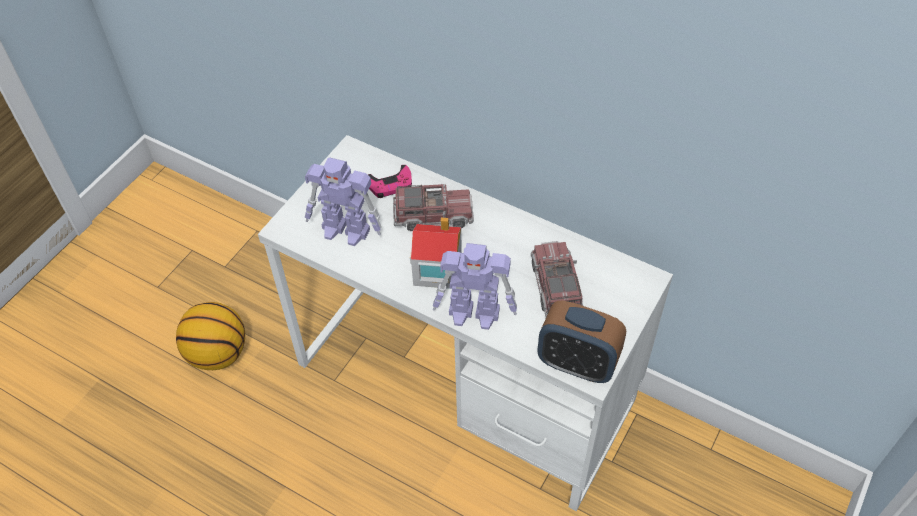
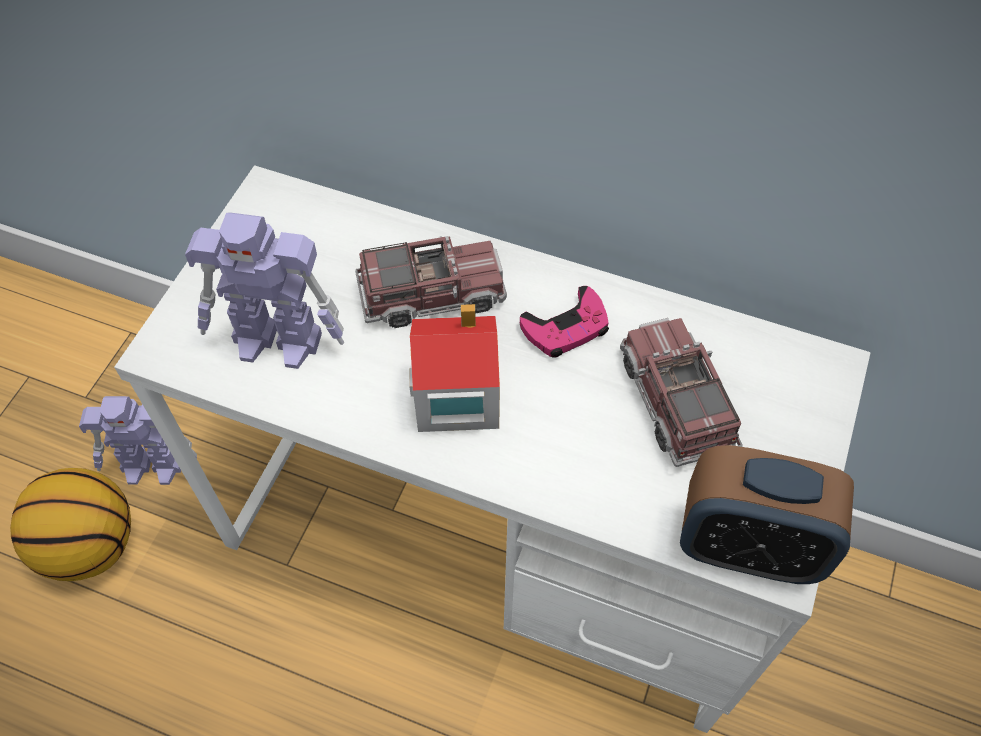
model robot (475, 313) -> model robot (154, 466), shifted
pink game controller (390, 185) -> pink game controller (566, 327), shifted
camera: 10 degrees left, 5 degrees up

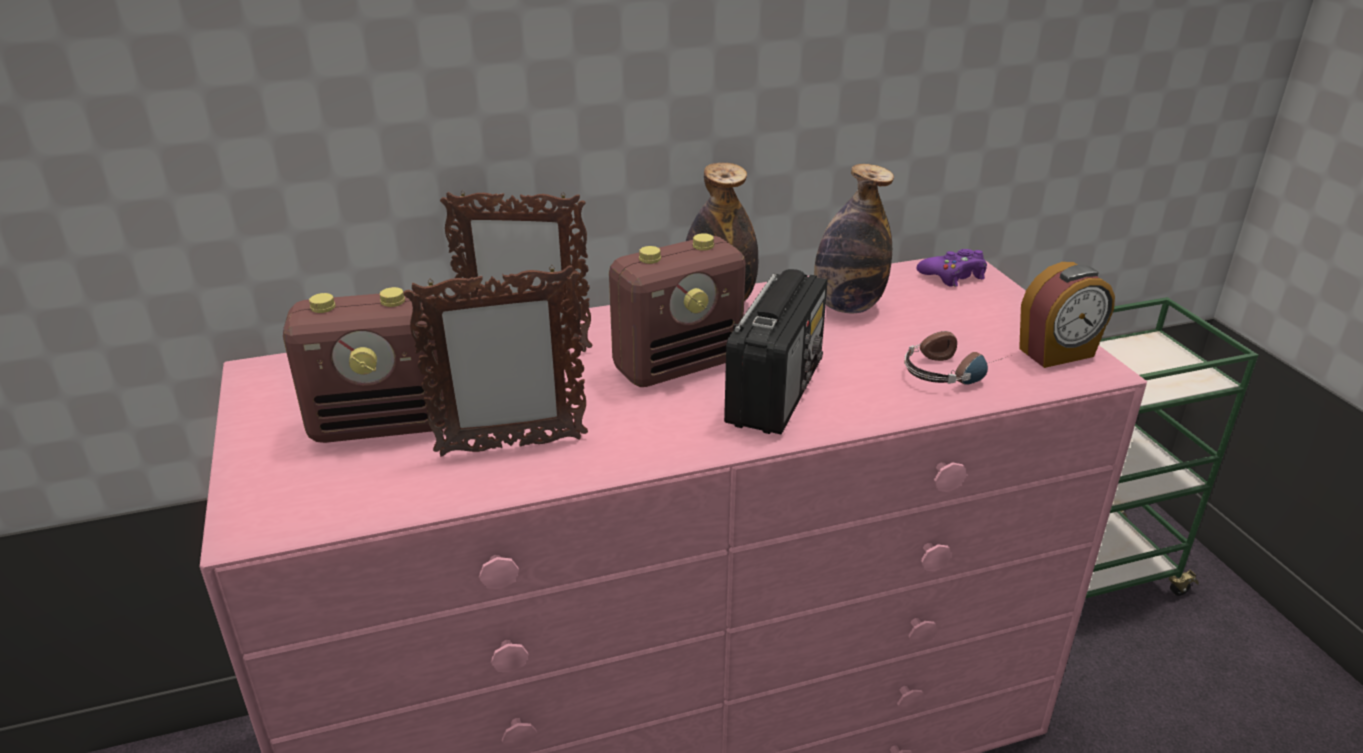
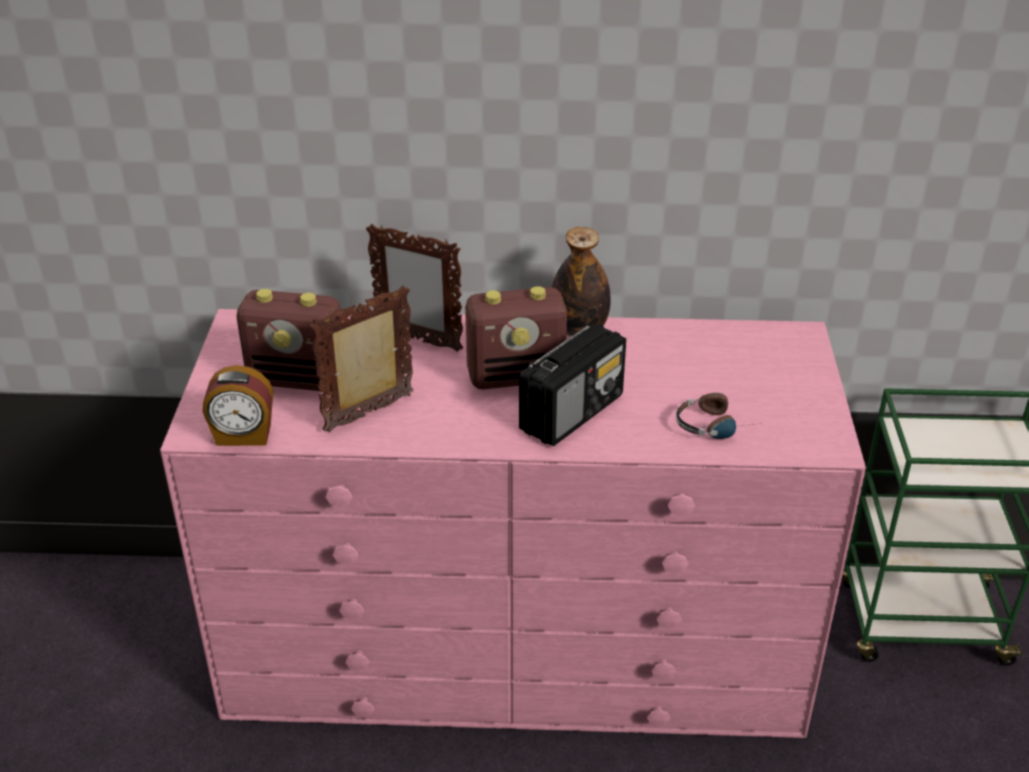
table clock (1057, 353) -> table clock (243, 436), shifted
picture frame (510, 446) -> picture frame (370, 413), 135 degrees clockwise
beverage bottle (847, 306) -> none
purple-coloured game controller (953, 275) -> none
camera: 20 degrees right, 5 degrees up

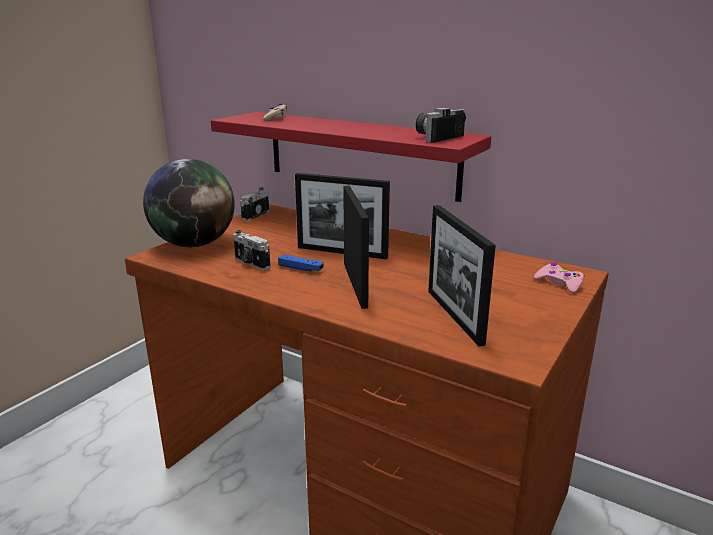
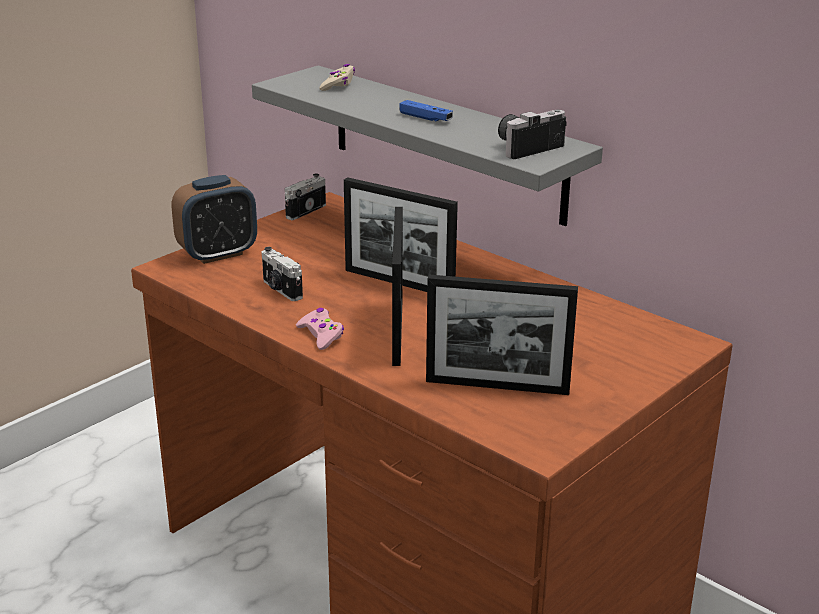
globe (194, 244) -> table clock (218, 254)
reddish bracket shelf (360, 154) -> grey bracket shelf (446, 143)
pink game controller (559, 283) -> pink game controller (321, 335), shifted
blue game controller (301, 269) -> blue game controller (425, 118), shifted
picture frame (454, 316) -> picture frame (497, 386), 75 degrees counterclockwise
camera: 10 degrees right, 5 degrees up

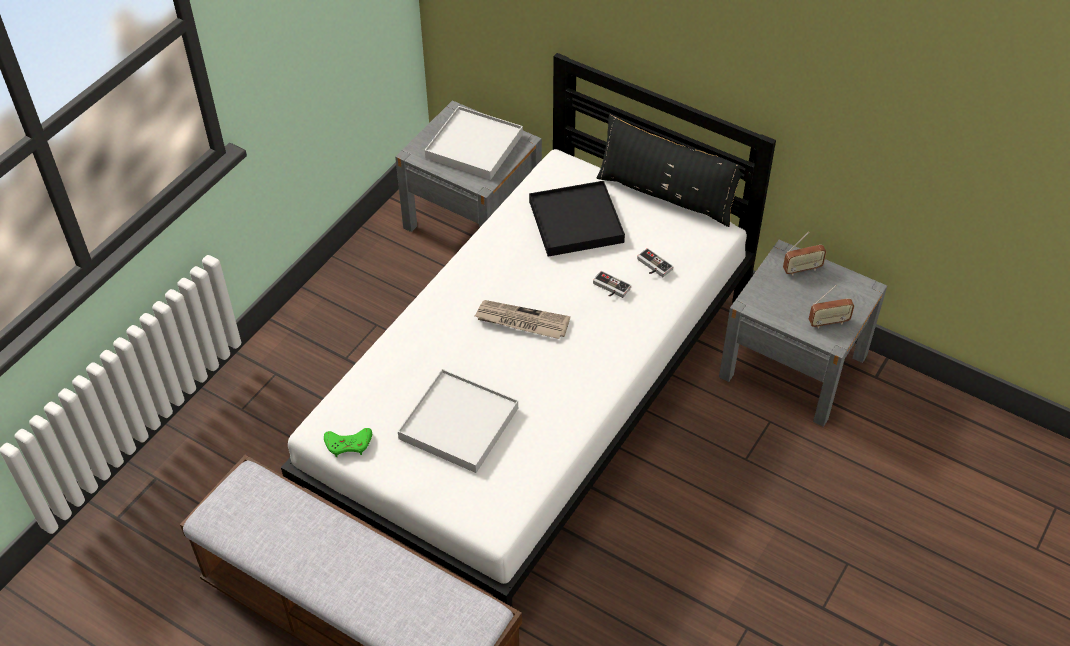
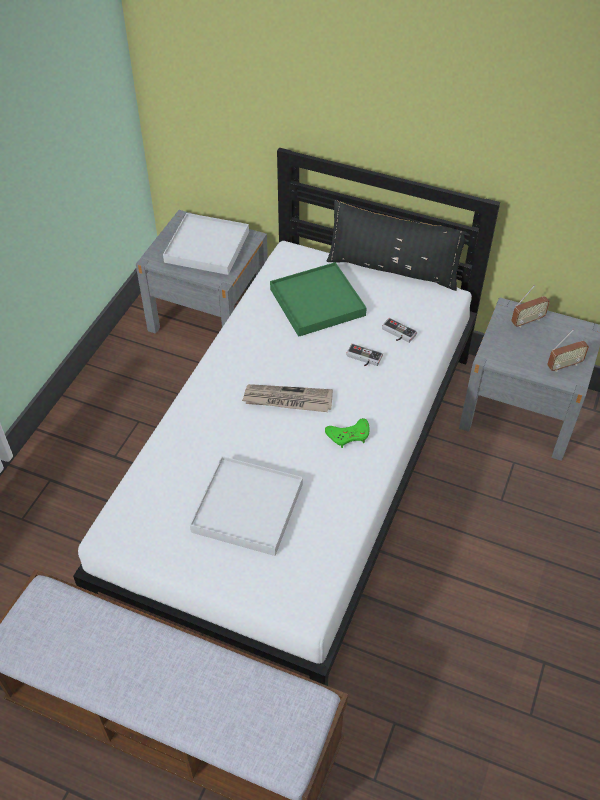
black-coloured tray (576, 222) -> green tray (317, 302)
green game controller (348, 444) -> green game controller (349, 435), shifted
camera: 10 degrees left, 0 degrees up

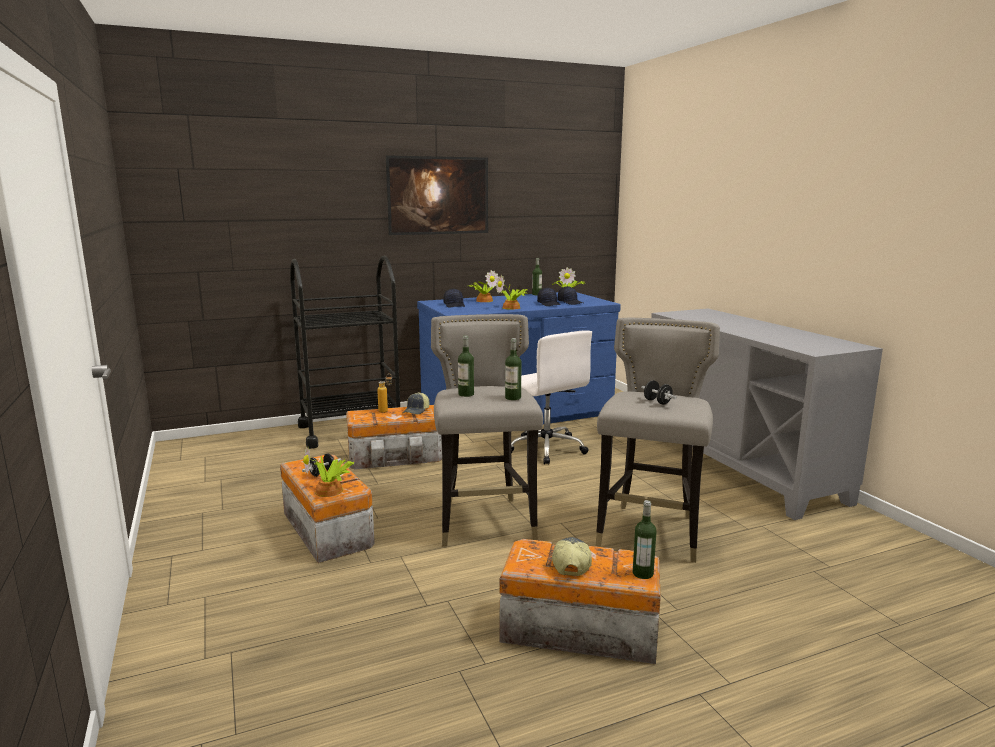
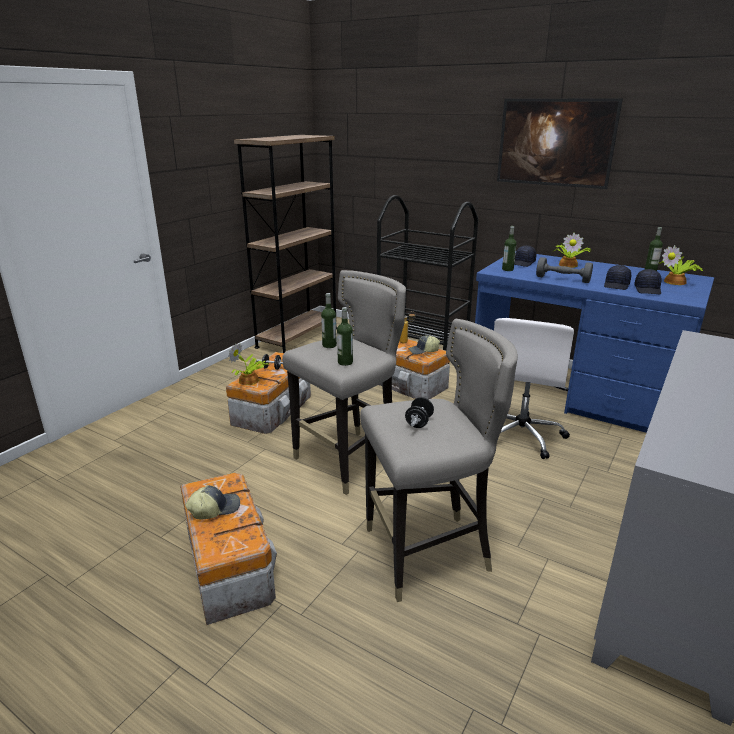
none -> brown shelving unit (297, 337)
beverage bottle (642, 573) -> beverage bottle (507, 269), shifted
plant in a pot (512, 308) -> grey hand weight (562, 279)
camera: 55 degrees right, 10 degrees up

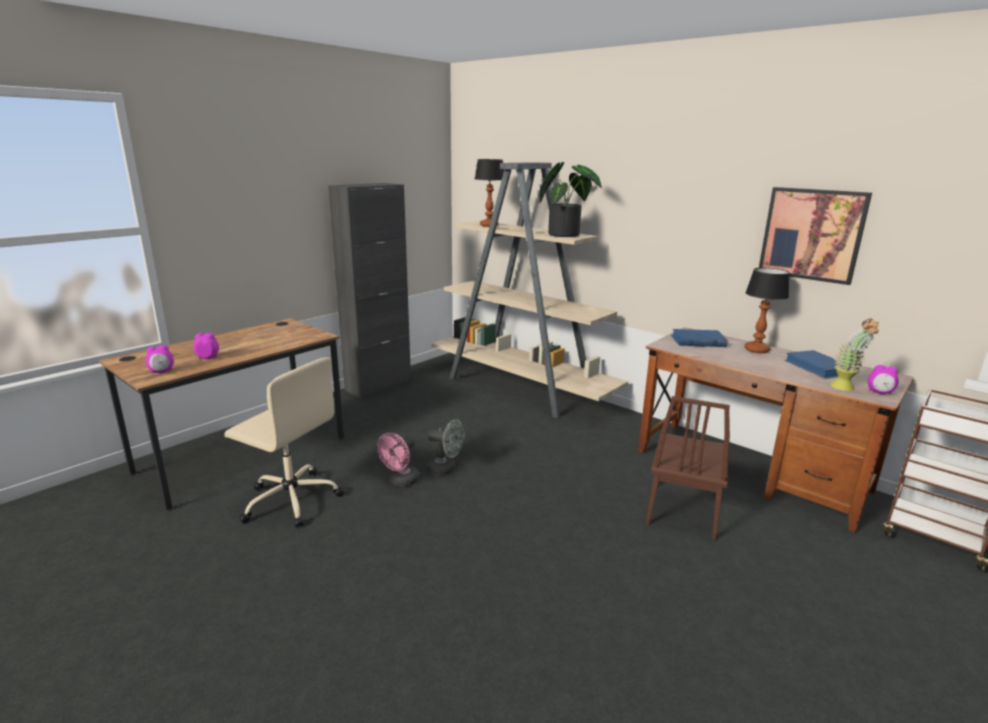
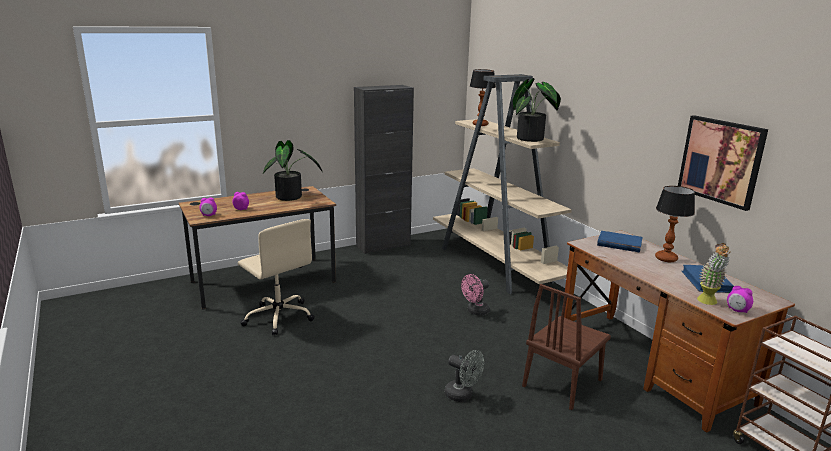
none -> plant in a pot (291, 197)
grey electric fan (446, 469) -> grey electric fan (463, 395), shifted
pink electric fan (401, 481) -> pink electric fan (475, 312), shifted
camera: 20 degrees right, 0 degrees up

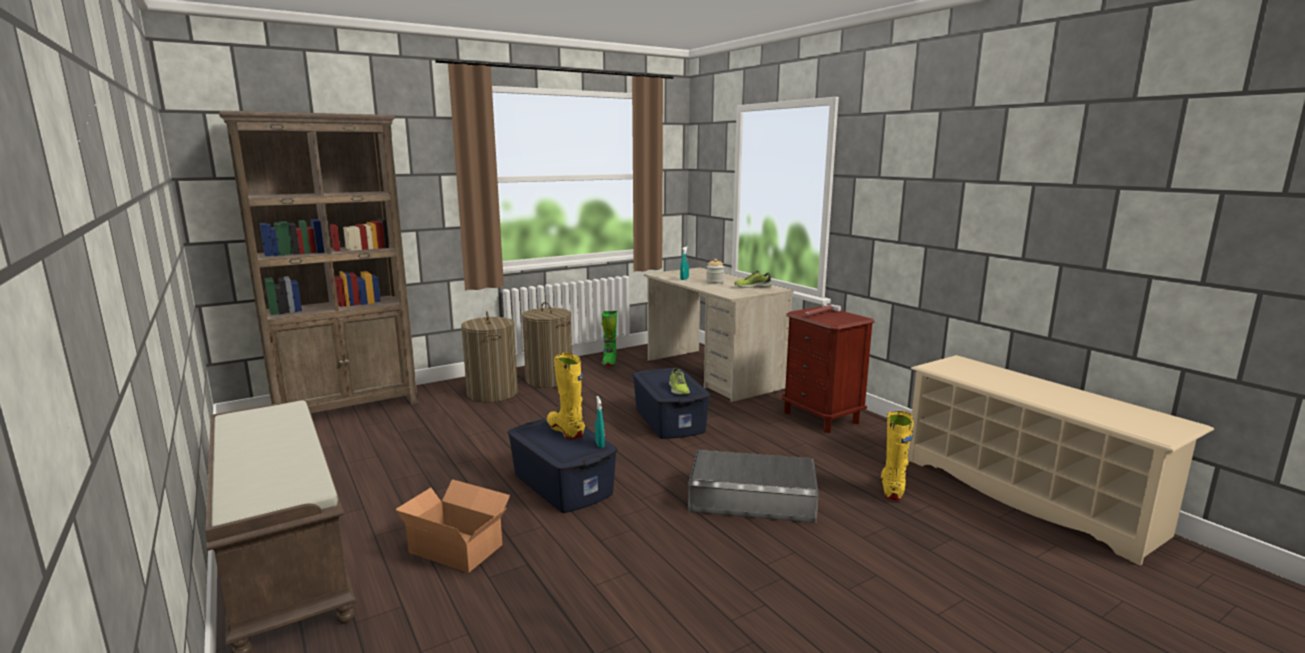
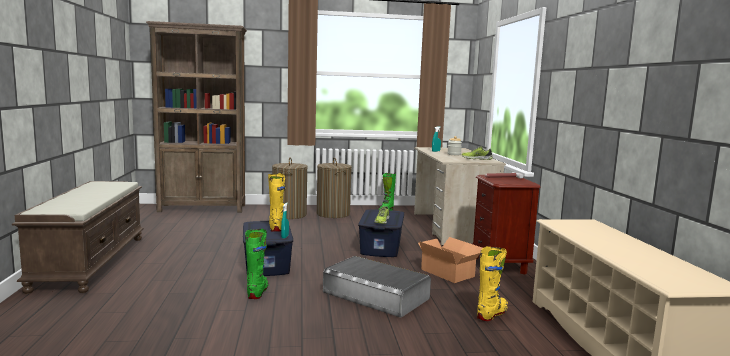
none -> green high-top boot (257, 291)
packing box (456, 546) -> packing box (448, 272), shifted
camera: 25 degrees right, 5 degrees down

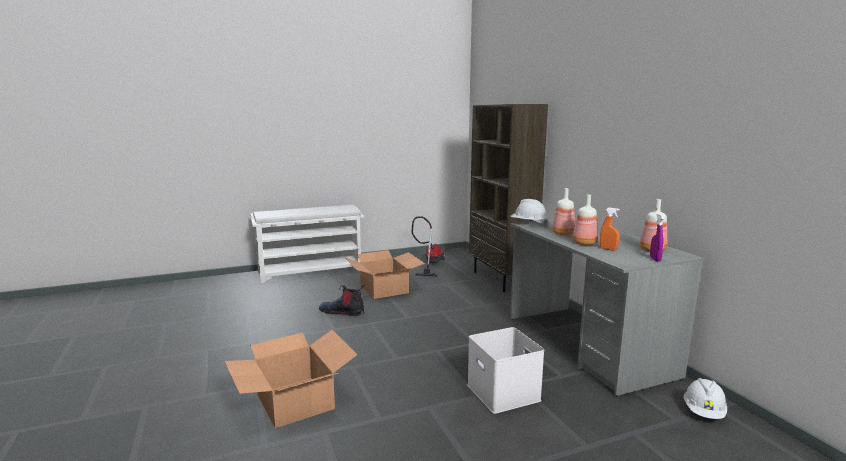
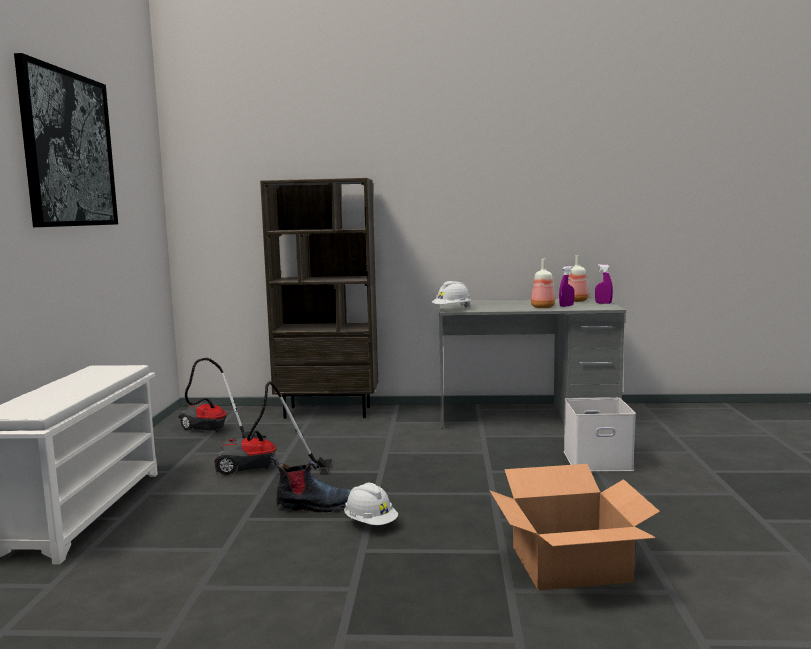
none -> wall picture (69, 149)
packing box (384, 289) -> vacuum (262, 470)
high-top boot (342, 312) -> high-top boot (314, 506), 135 degrees counterclockwise
white-coloured hard hat (703, 412) -> white-coloured hard hat (370, 523), shifted
orange-coloured spray bottle (608, 249) -> purple-coloured spray bottle (566, 306)
beverage bottle (563, 233) -> none
camera: 65 degrees left, 5 degrees down

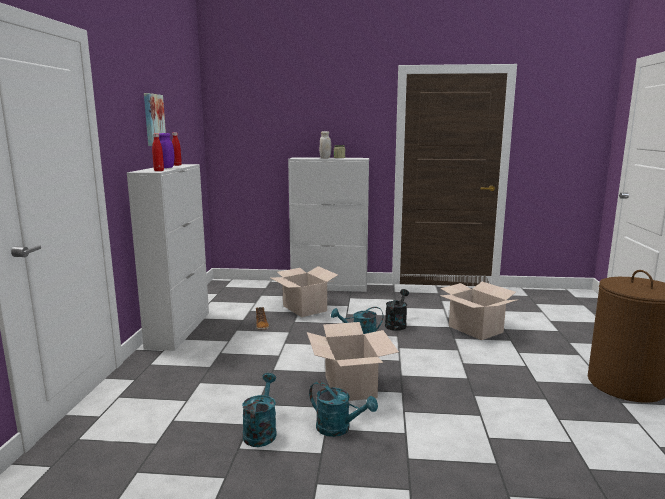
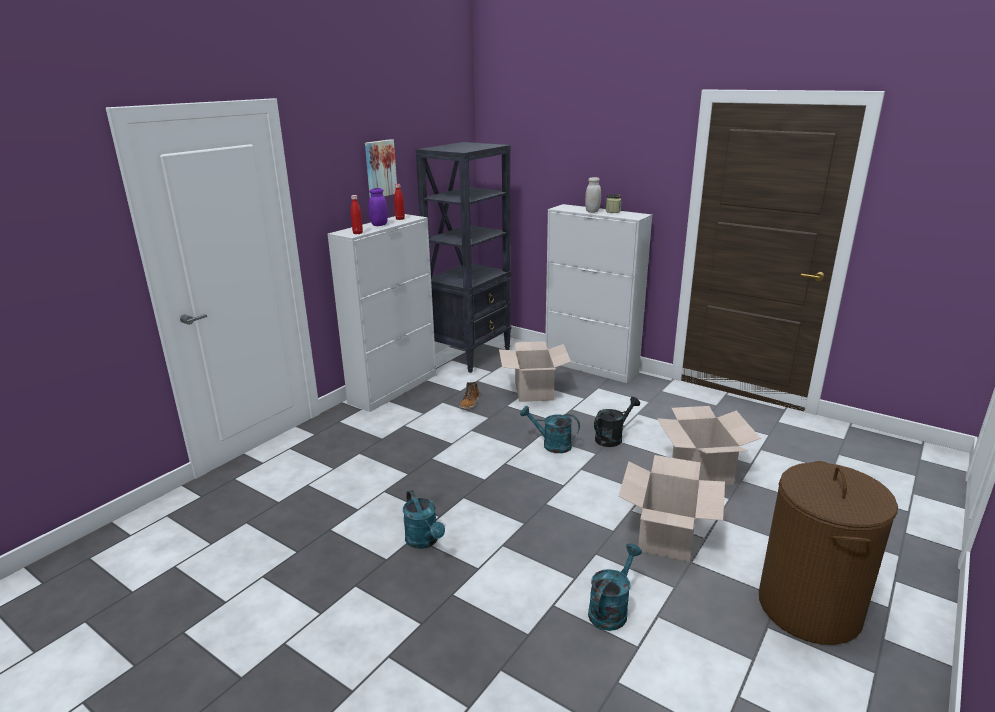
none -> black-coloured shelving unit (471, 355)
turquoise sprinkling can (261, 431) -> turquoise sprinkling can (611, 609), shifted
packing box (349, 386) -> packing box (666, 535), shifted
camera: 30 degrees right, 10 degrees up

